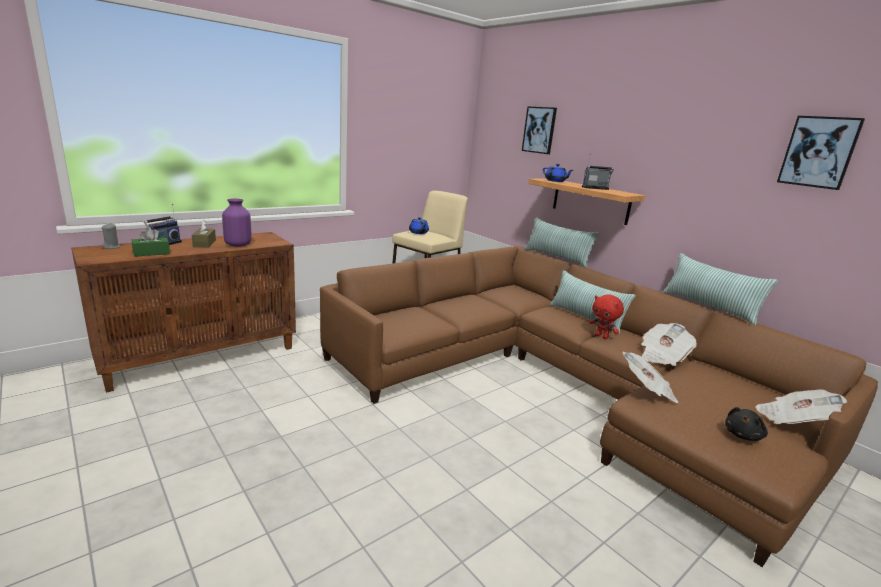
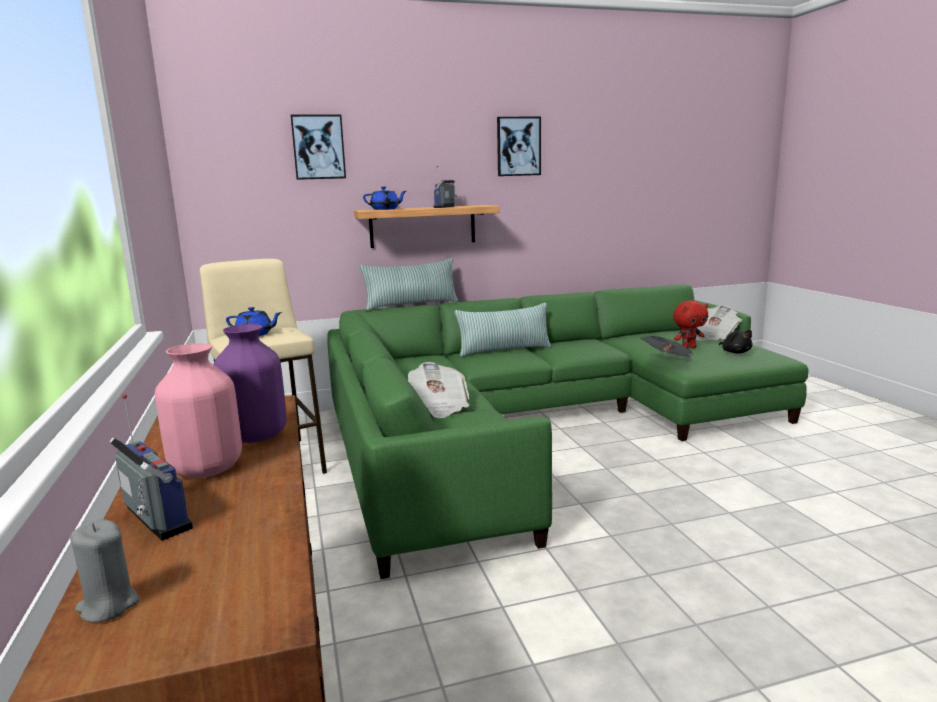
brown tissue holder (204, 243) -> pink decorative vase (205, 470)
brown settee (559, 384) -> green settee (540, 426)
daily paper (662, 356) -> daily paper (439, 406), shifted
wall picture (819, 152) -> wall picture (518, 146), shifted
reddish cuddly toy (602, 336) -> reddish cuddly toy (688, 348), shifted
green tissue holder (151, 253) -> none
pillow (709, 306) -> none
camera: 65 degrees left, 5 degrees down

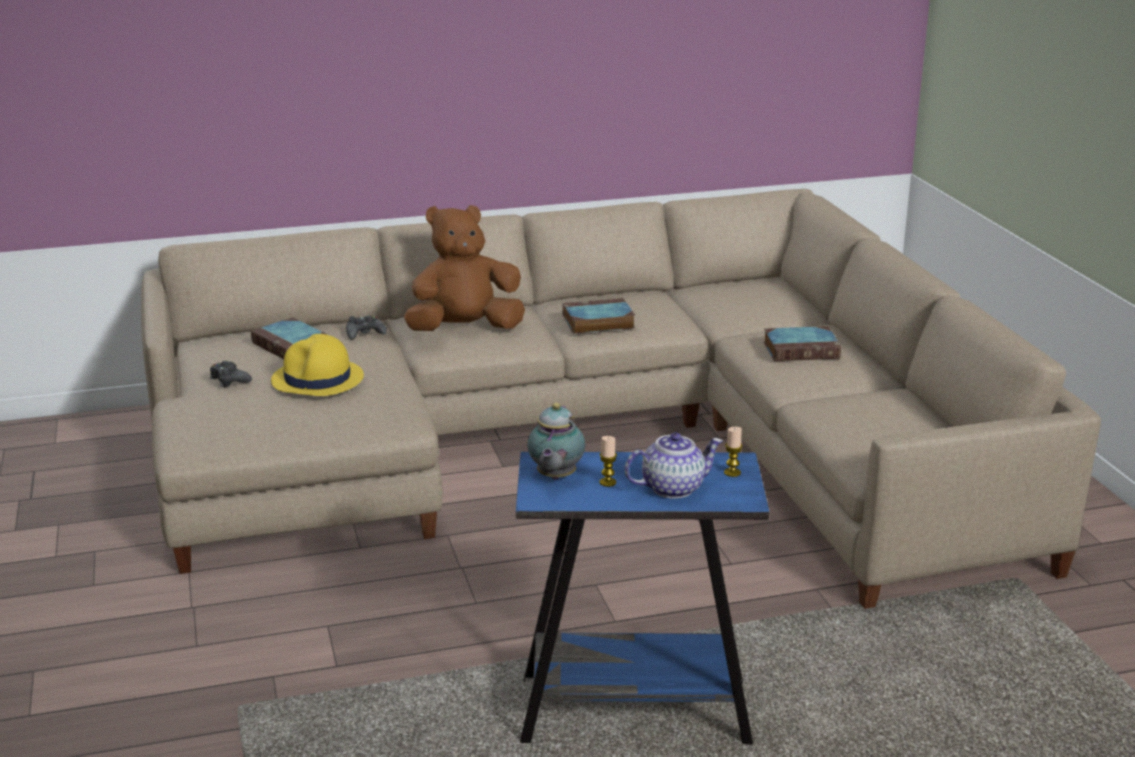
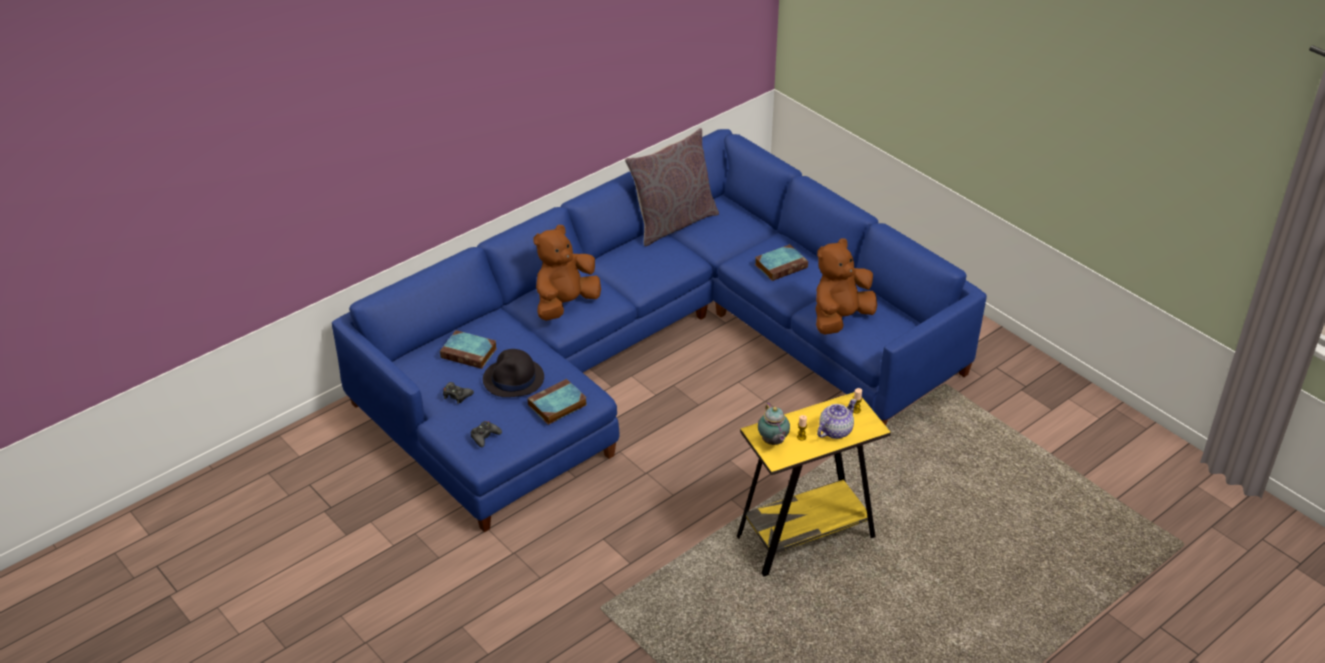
beige-coloured settee (588, 445) -> blue settee (651, 352)
black-coloured game controller (364, 333) -> black-coloured game controller (485, 437), shifted
yellow hat (317, 380) -> black-coloured hat (514, 379)
bound book (597, 322) -> bound book (556, 405), shifted
none -> grey pillow (673, 223)
blue accent table (634, 711) -> yellow accent table (805, 537)
none -> brown cuddly toy (840, 319)
camera: 25 degrees left, 15 degrees up

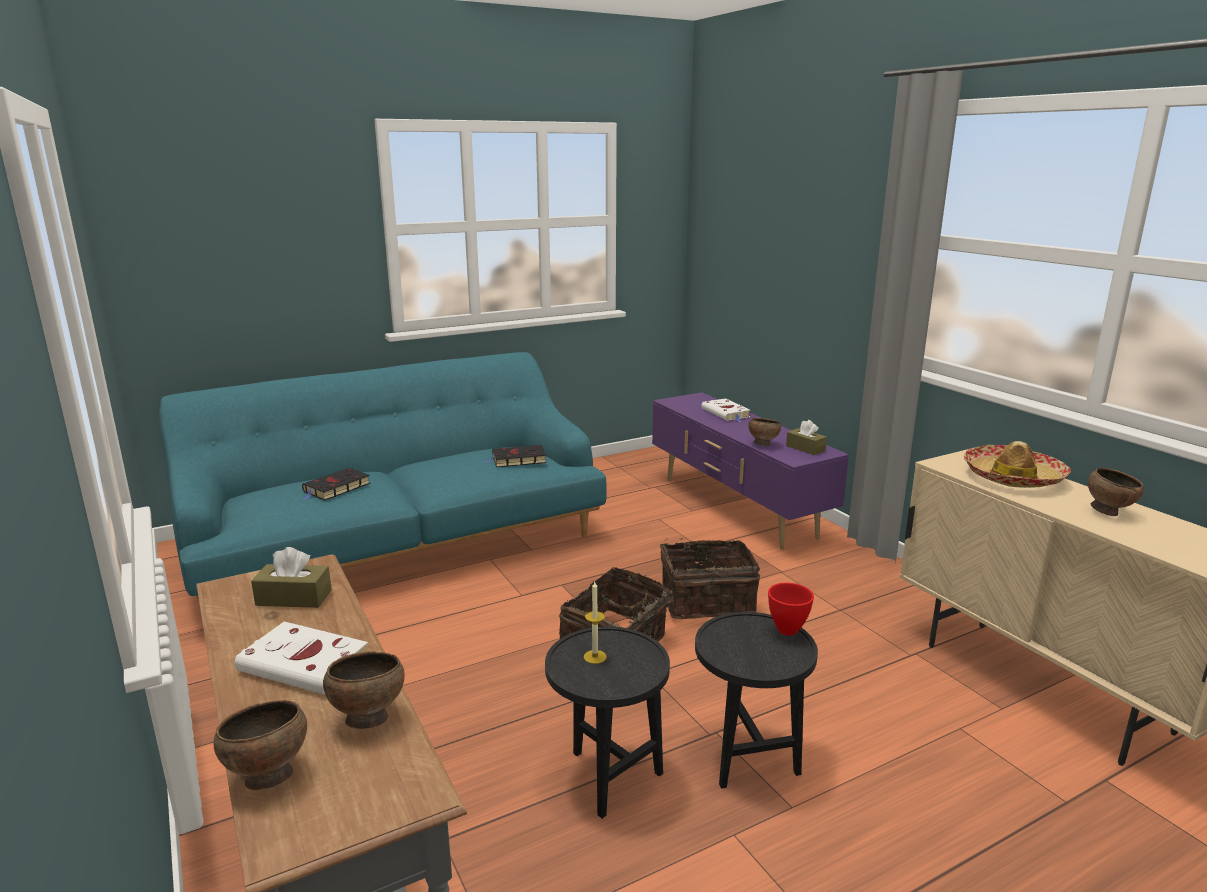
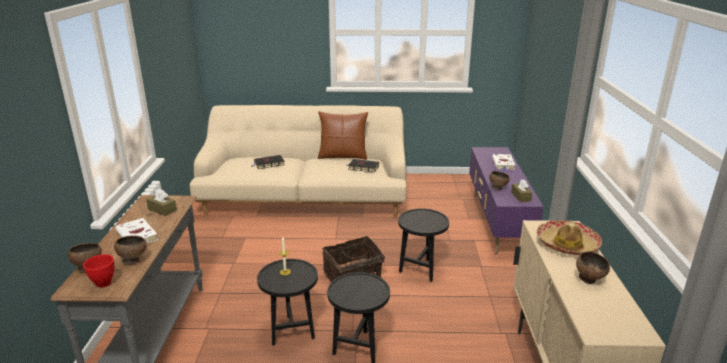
reddish serving bowl (788, 630) -> reddish serving bowl (103, 284), shifted
turquoise settee (399, 545) -> beige-coloured settee (305, 198)
none -> brown pillow (343, 156)
basket (706, 601) -> black-coloured accent table (421, 269)
camera: 30 degrees right, 5 degrees up

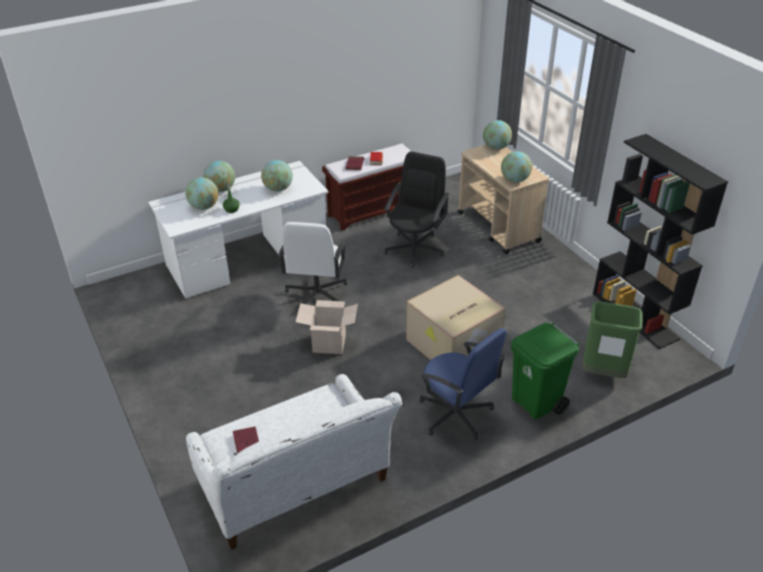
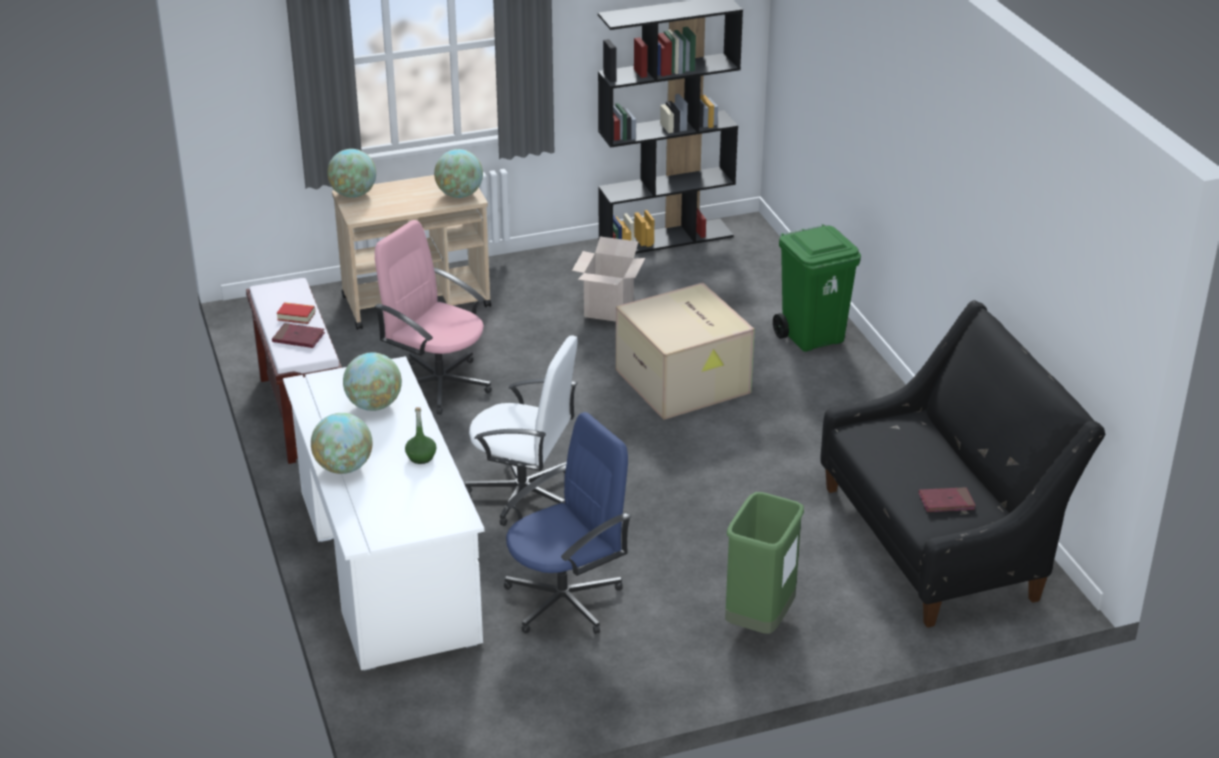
black-coloured office chair (415, 249) -> pink office chair (439, 384)
blue office chair (456, 415) -> blue office chair (565, 600), shifted
packing box (329, 343) -> packing box (608, 309), shifted
green rubbish bin (603, 373) -> green rubbish bin (759, 621), shifted
white-coloured settee (297, 489) -> black-coloured settee (941, 540)
globe (204, 207) -> none
camera: 80 degrees left, 5 degrees down

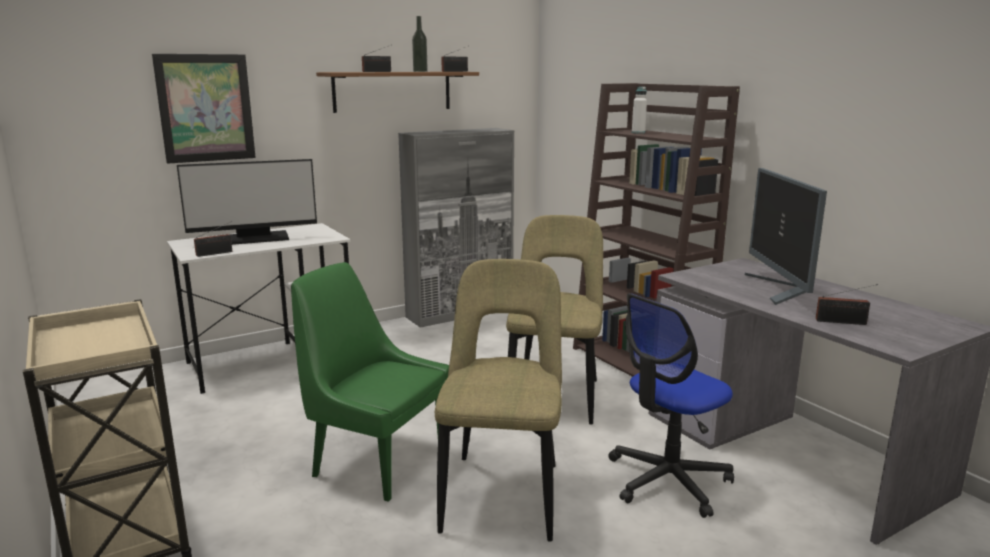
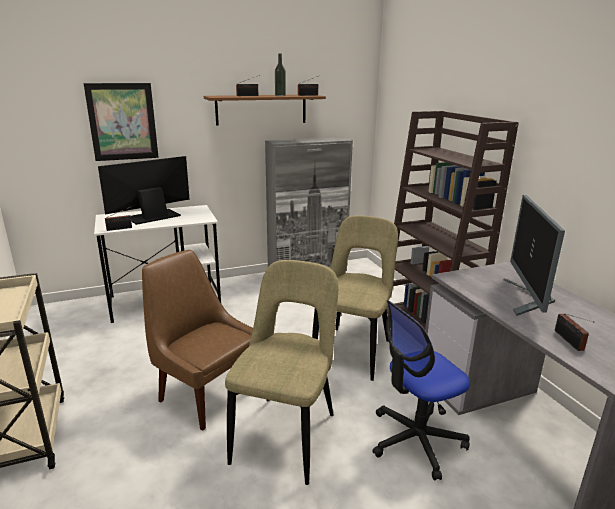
monitor (254, 238) -> monitor (153, 216), 150 degrees clockwise
green upright chair (376, 461) -> brown upright chair (206, 394)
radio (843, 322) -> radio (569, 341), 60 degrees clockwise
white-coloured beverage bottle (638, 132) -> none
camera: 10 degrees right, 5 degrees up

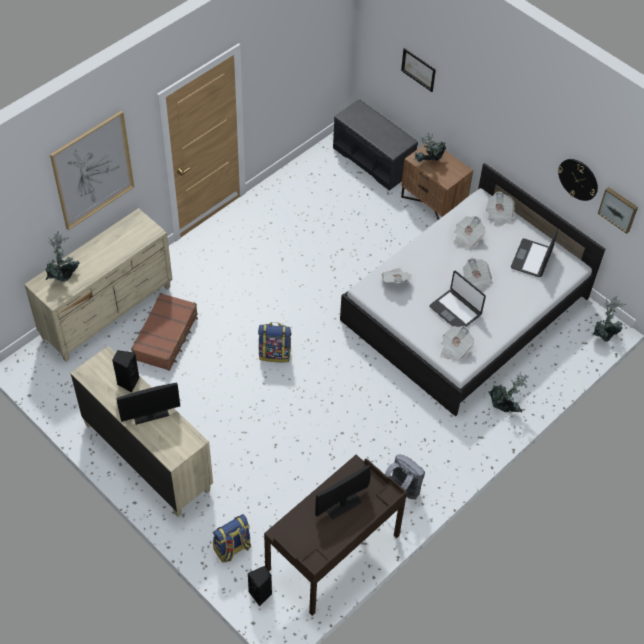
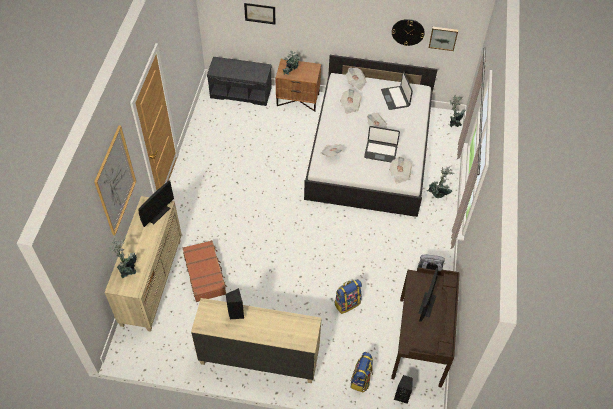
monitor (150, 413) -> monitor (158, 213), shifted
rucksack (275, 353) -> rucksack (347, 303), shifted
camera: 35 degrees left, 0 degrees up

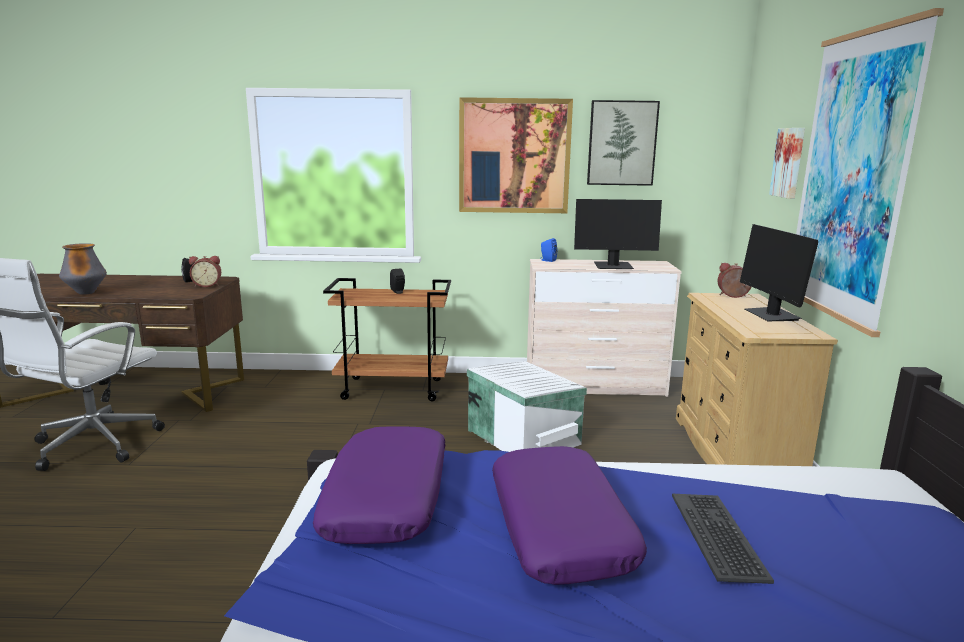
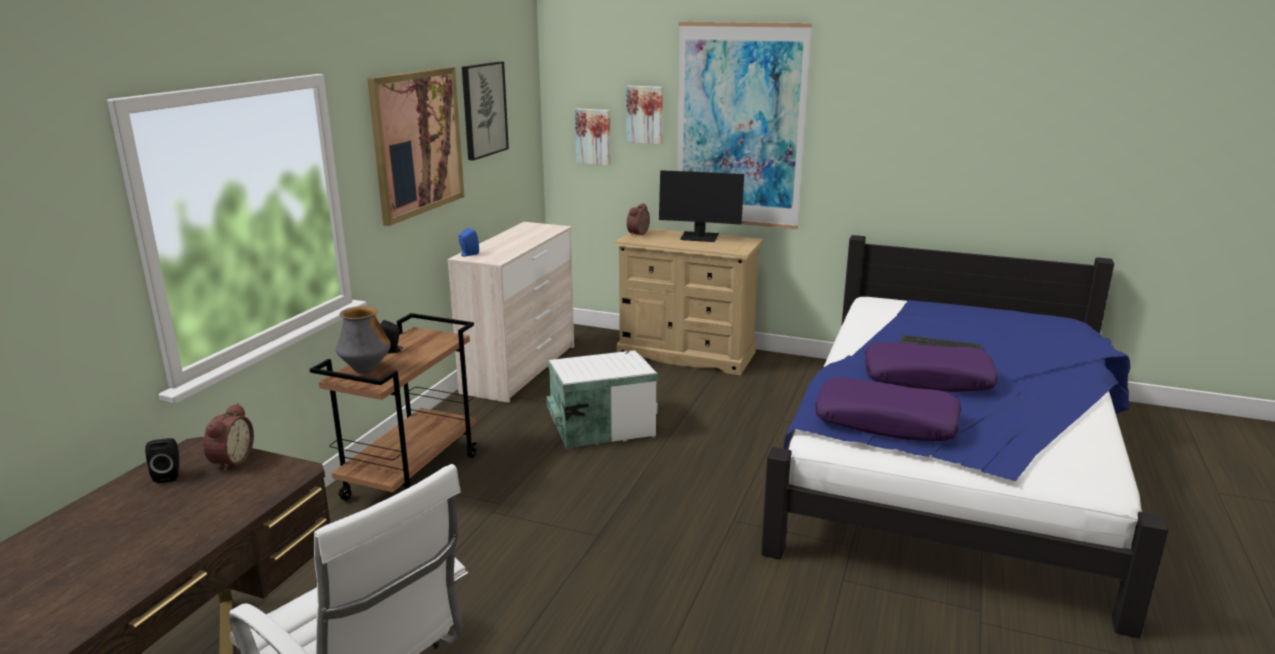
decorative vase (86, 293) -> decorative vase (366, 370), shifted
none -> wall picture (593, 136)
monitor (613, 266) -> none
camera: 70 degrees left, 5 degrees up

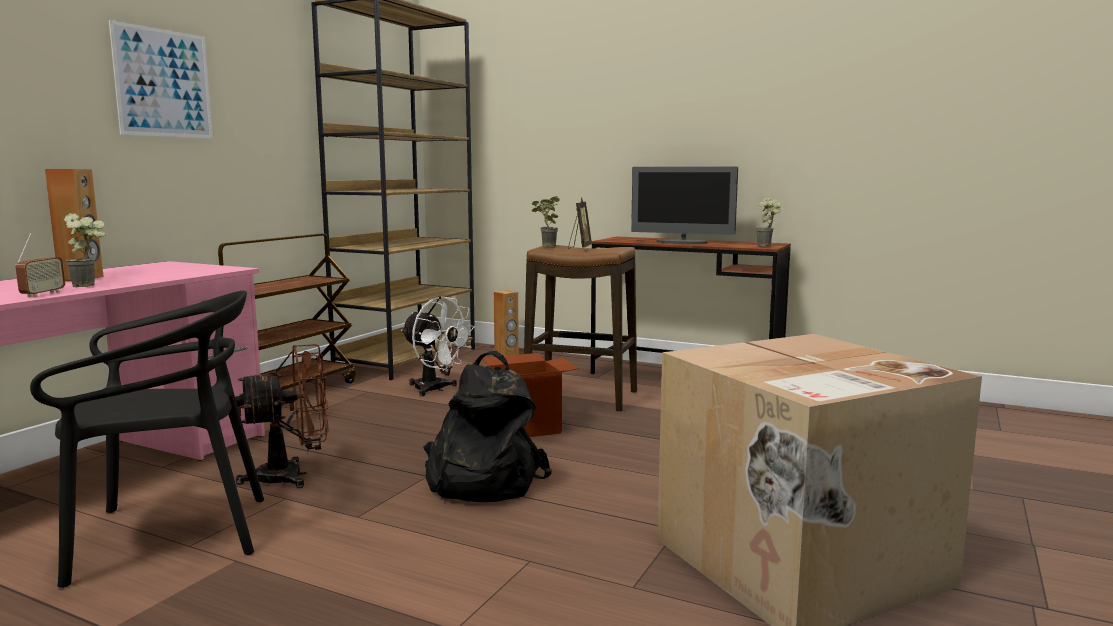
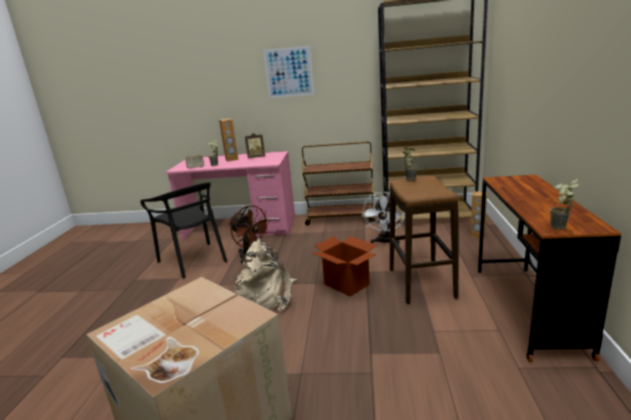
black-coloured rucksack (480, 481) -> beige-coloured rucksack (267, 296)
picture frame (579, 248) -> picture frame (256, 157), shifted
monitor (682, 242) -> none
camera: 70 degrees right, 10 degrees up

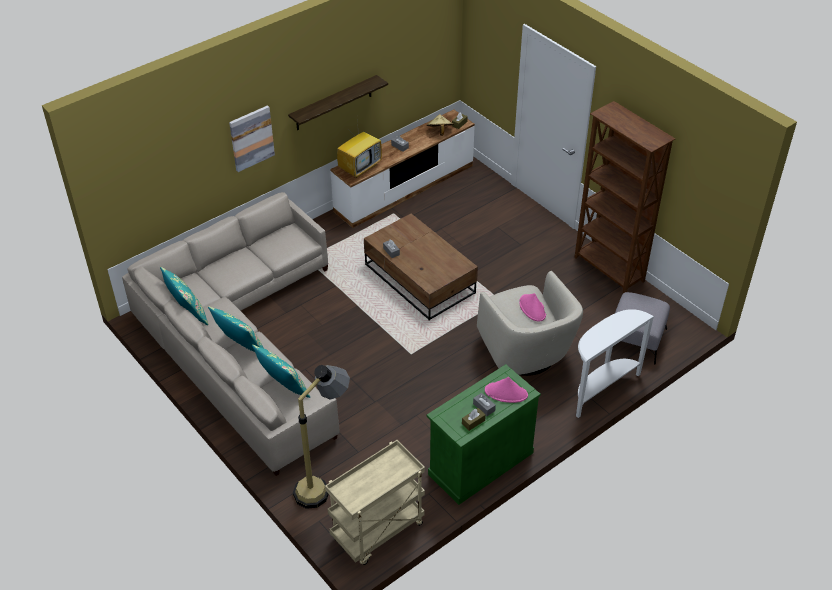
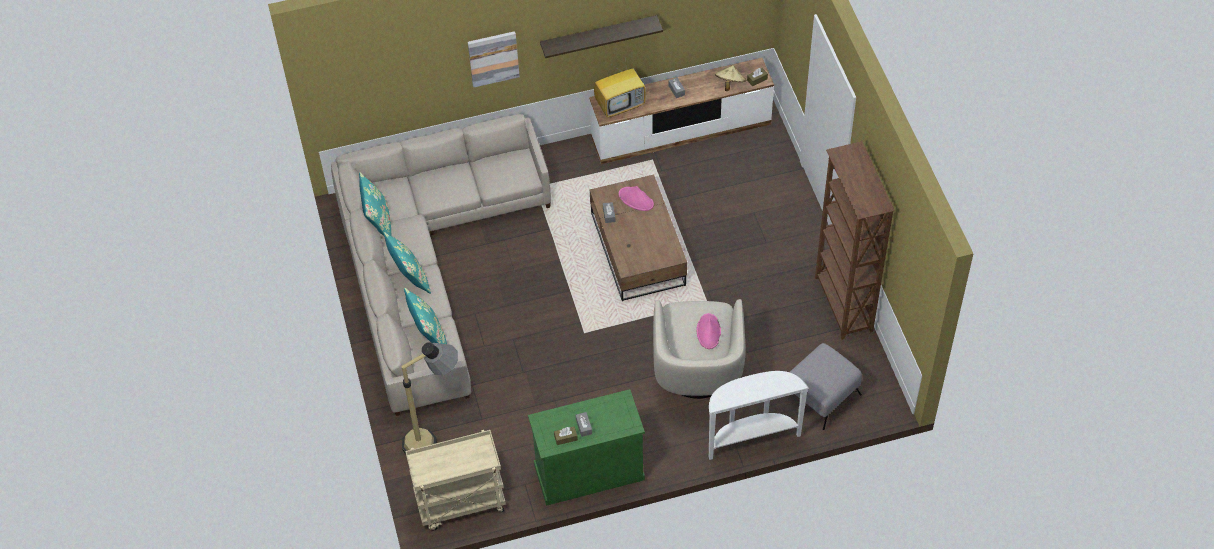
pink hat (506, 393) -> pink hat (636, 199), shifted
camera: 25 degrees right, 10 degrees up

